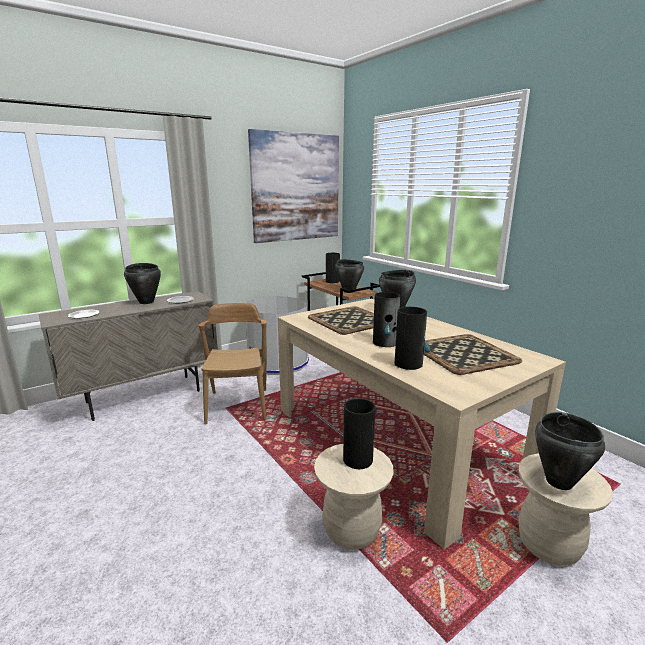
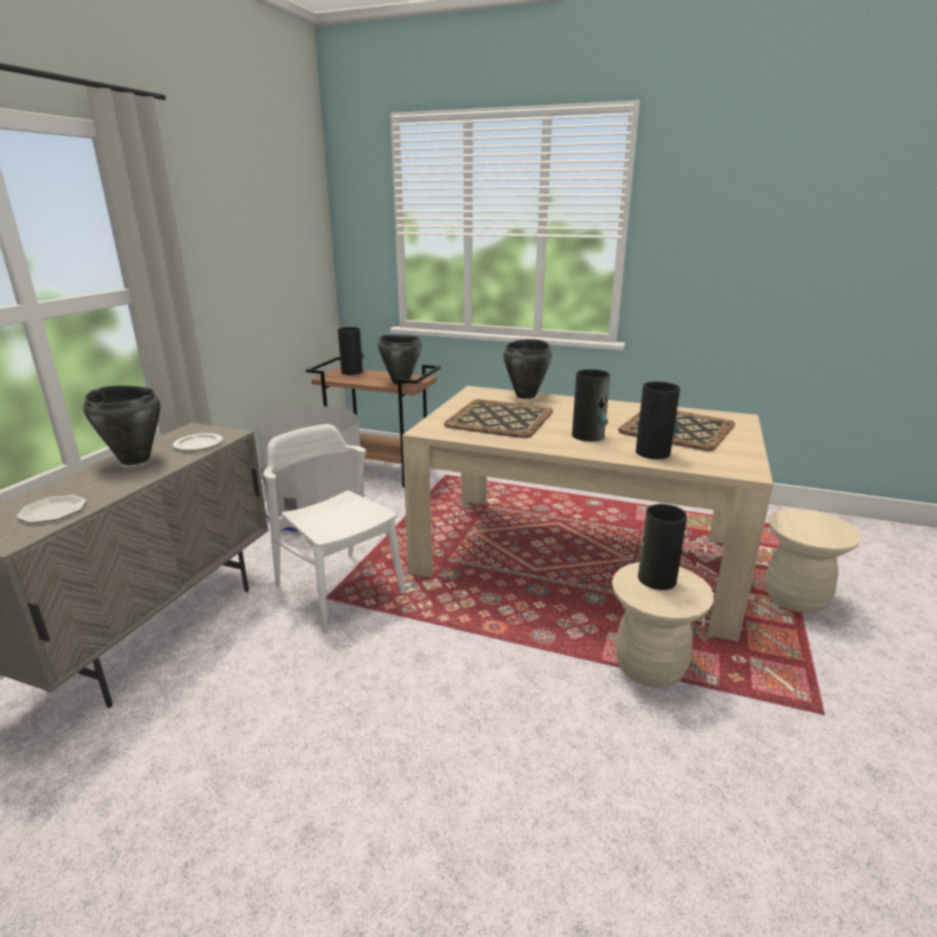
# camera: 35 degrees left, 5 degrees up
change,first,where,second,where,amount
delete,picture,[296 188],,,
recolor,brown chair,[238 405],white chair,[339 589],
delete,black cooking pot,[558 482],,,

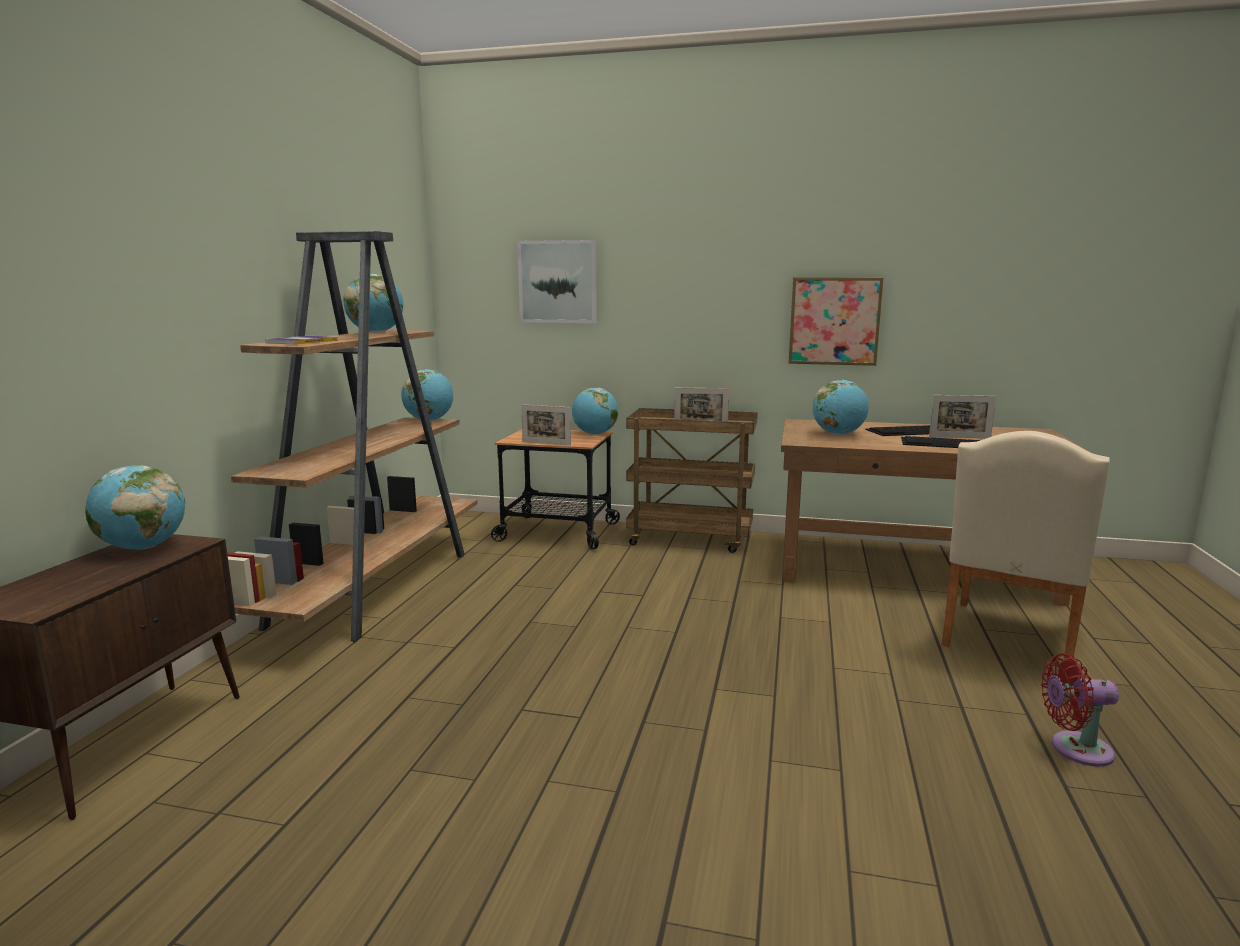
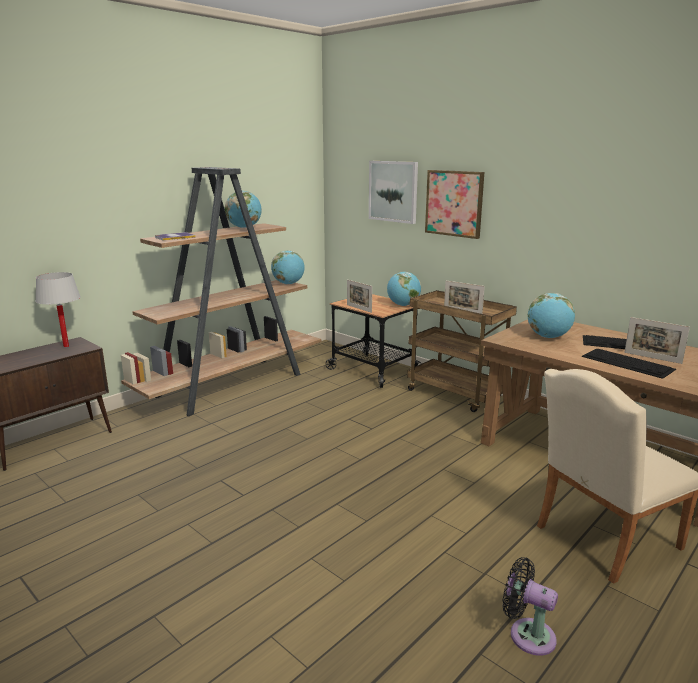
# camera: 30 degrees right, 5 degrees up
change,first,where,second,where,amount
move,picture,[834 321],,[454 203],
replace,globe,[143 547],white table lamp,[66 346],
recolor,red fan,[1075 749],black fan,[527 634],

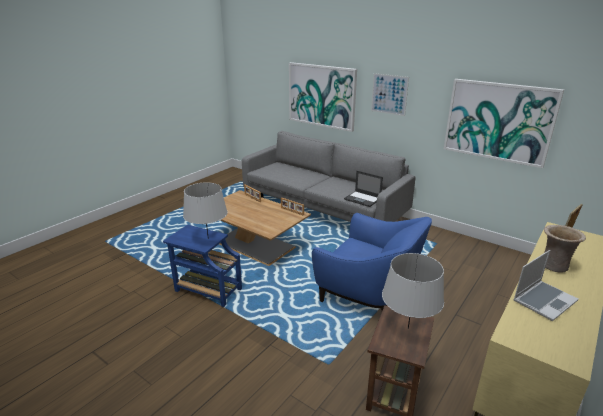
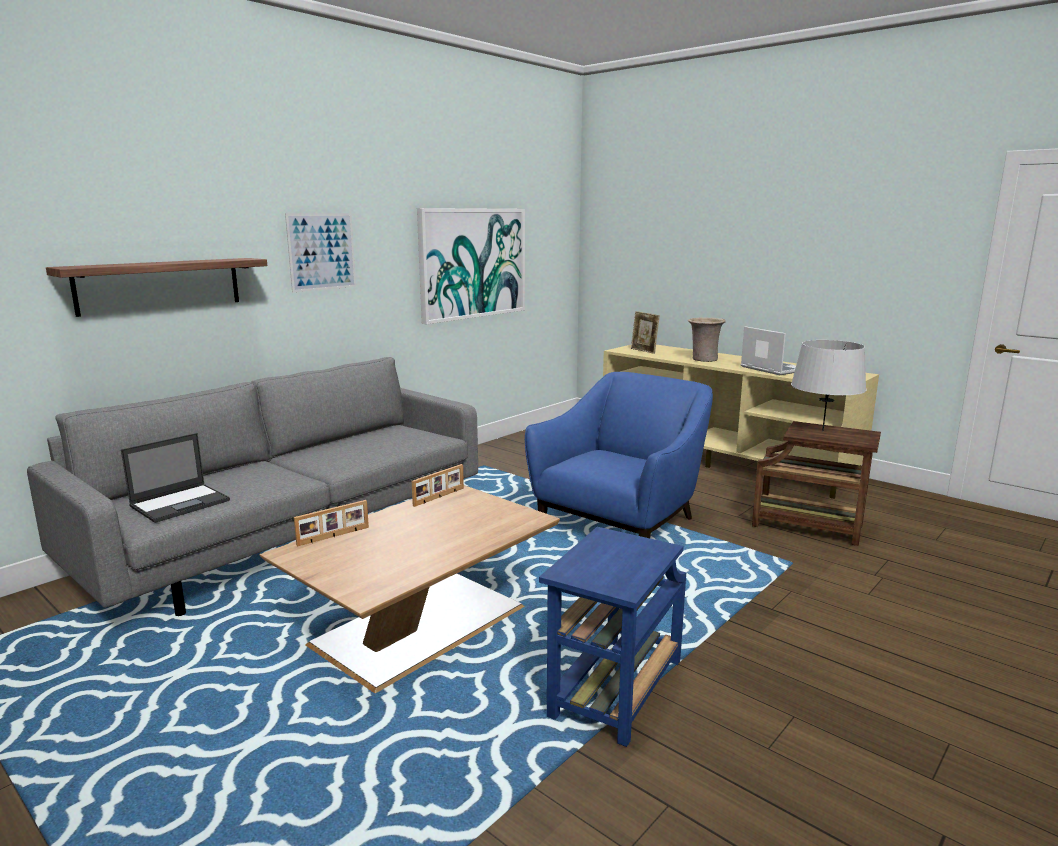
# camera: 85 degrees left, 10 degrees down
change,first,where,second,where,amount
replace,picture,[321 96],shelf,[160 285],
move,laptop,[363 199],,[181 503],
delete,grey table lamp,[208 238],,,

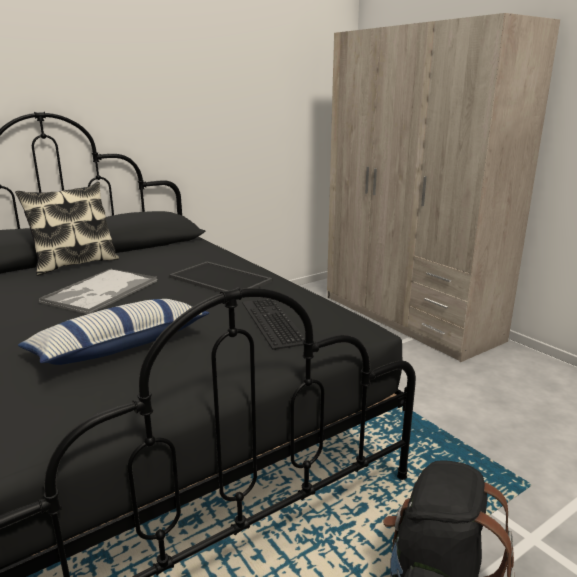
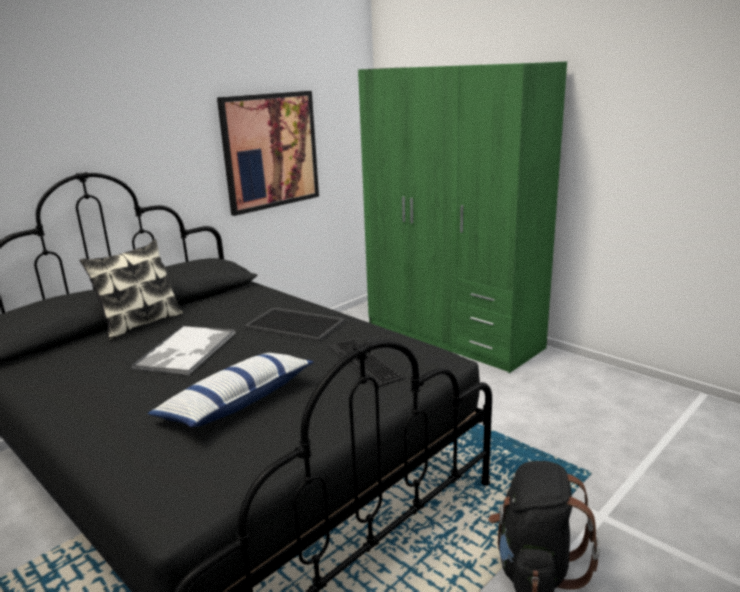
# camera: 10 degrees left, 0 degrees up
change,first,where,second,where,amount
recolor,beige wardrobe,[409 318],green wardrobe,[452 335],
insert,,,picture,[270 151],

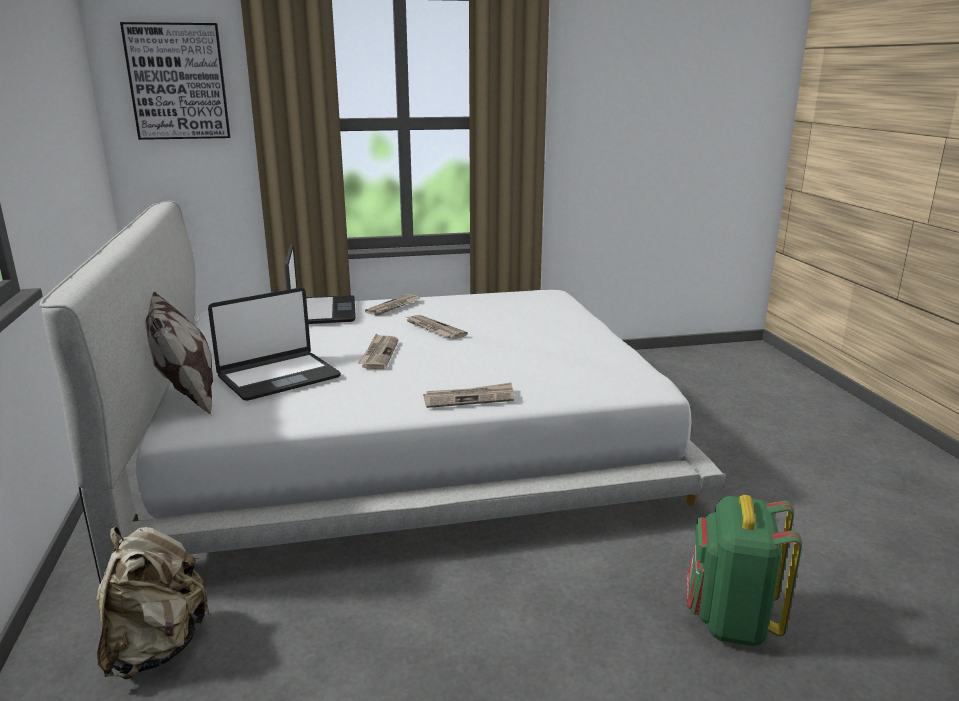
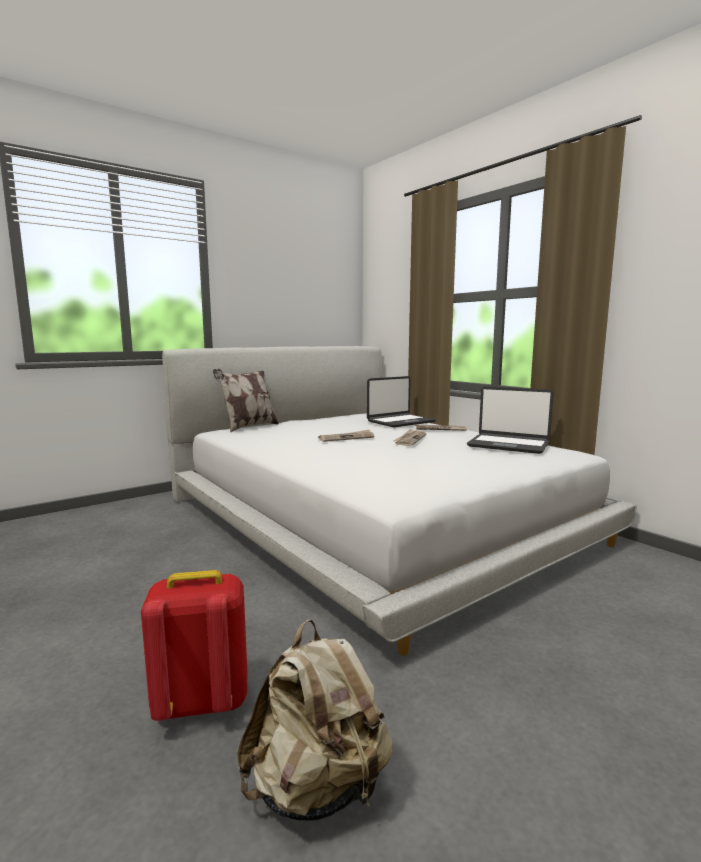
# camera: 65 degrees right, 10 degrees down
change,first,where,second,where,amount
delete,picture,[178 82],,,
move,laptop,[278 377],,[508 445],
delete,newspaper,[469 398],,,
recolor,green backpack,[731 622],red backpack,[200 702],
move,beige backpack,[156 647],,[317 787],

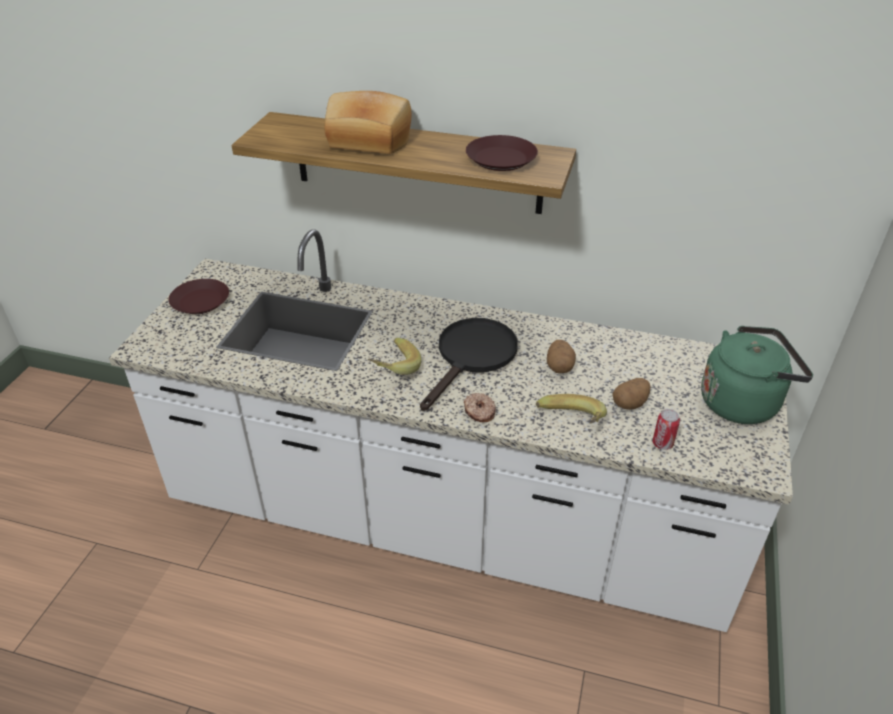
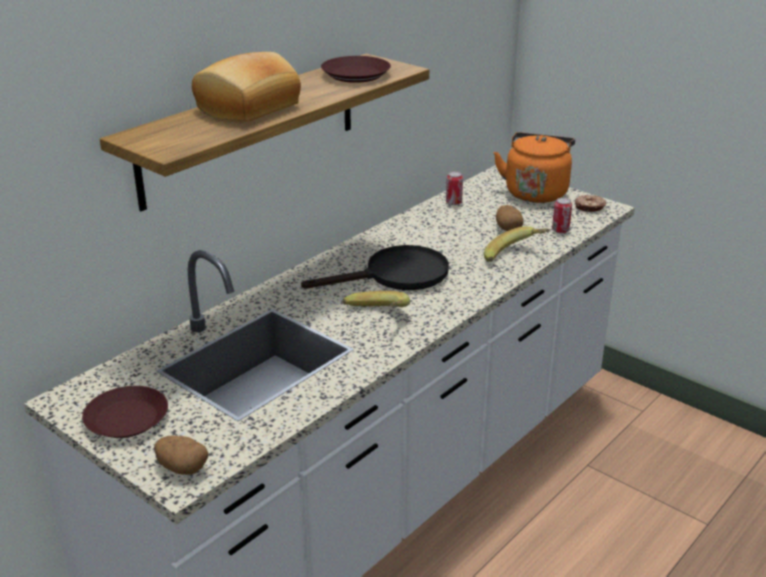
# camera: 65 degrees left, 10 degrees down
change,first,where,second,where,amount
rotate,black frying pan,[472 357],,[396 275],105 degrees clockwise
recolor,green kettle,[743 402],orange kettle,[536 192],
move,potato,[559 366],,[182 468],
move,donut,[479 412],,[589 208],
insert,,,can,[453 202],

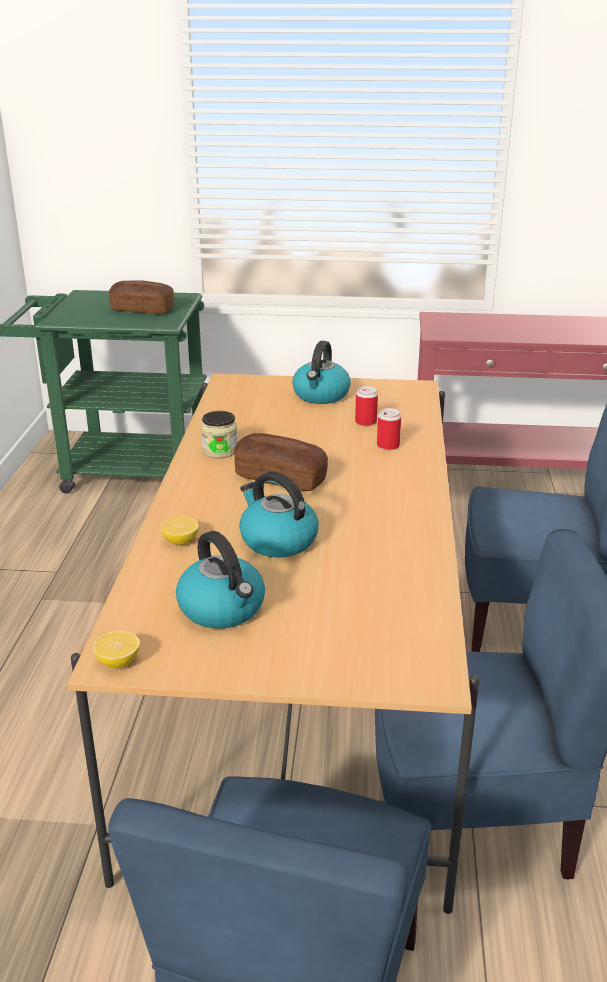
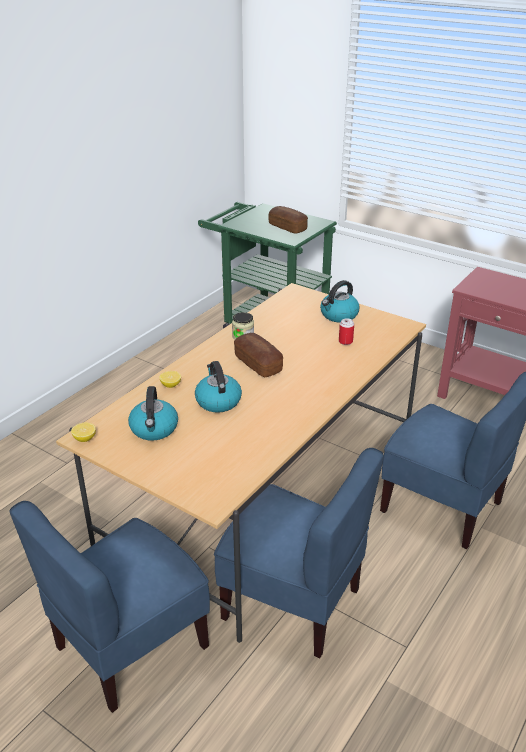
# camera: 30 degrees right, 5 degrees up
change,first,where,second,where,amount
delete,can,[388 446],,,

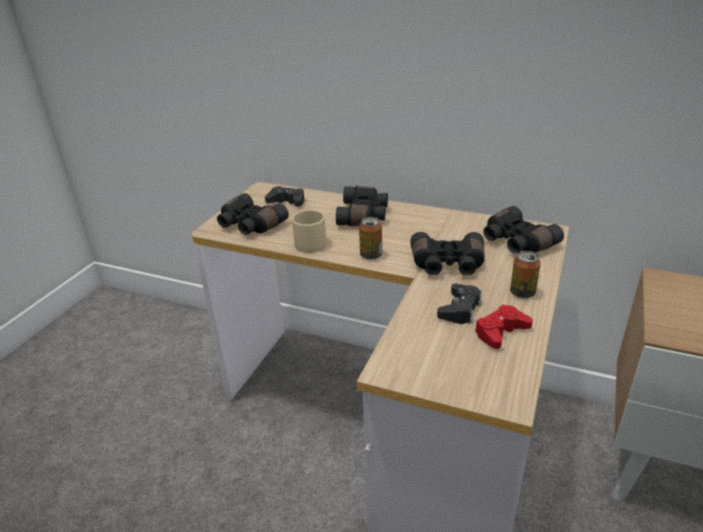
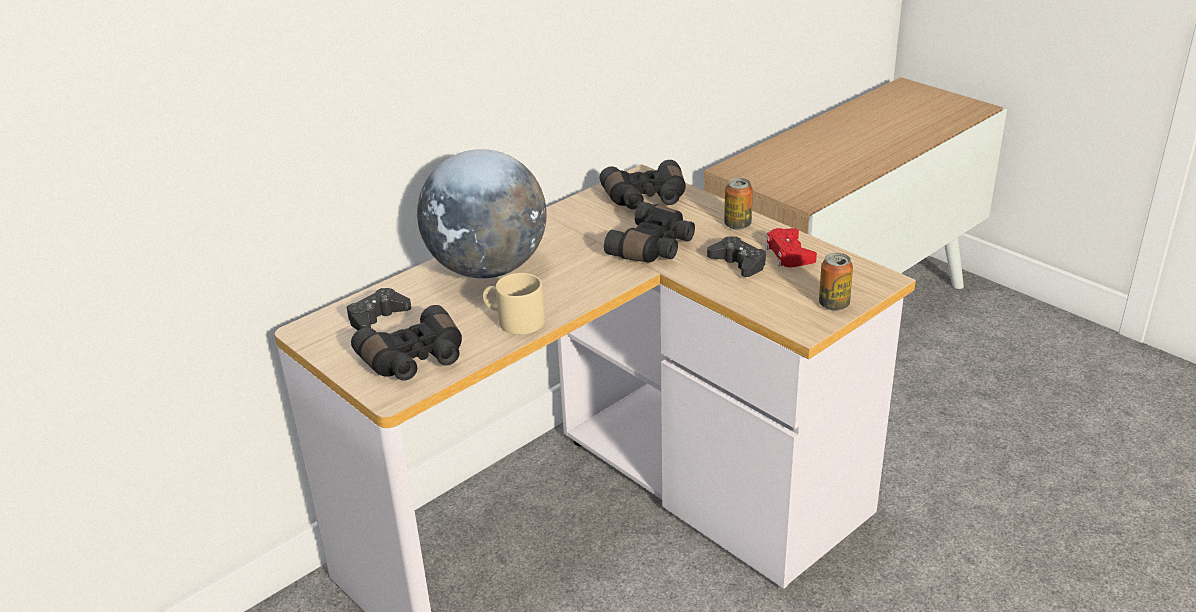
# camera: 65 degrees left, 0 degrees up
change,first,where,second,where,amount
replace,black binoculars,[364 215],globe,[488 269],
move,can,[371 255],,[833 304],

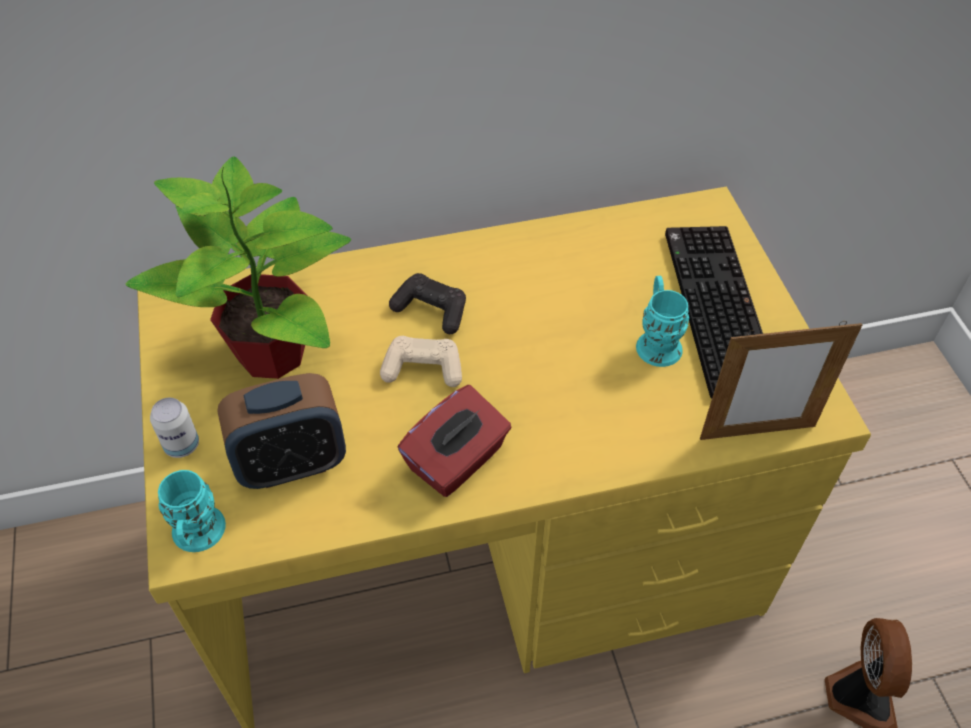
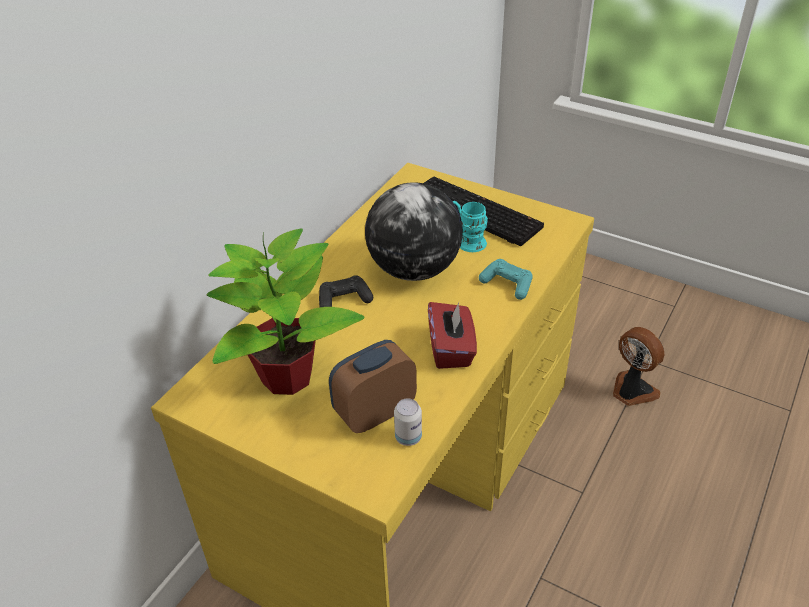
# camera: 45 degrees left, 10 degrees down
change,first,where,second,where,amount
delete,picture frame,[757 432],,,
delete,beige game controller,[423 369],,,
rotate,alarm clock,[292 464],,[374 413],150 degrees counterclockwise
move,can,[182 445],,[408 437],
delete,turquoise mug,[198 537],,,
insert,,,globe,[414 270],
insert,,,turquoise game controller,[507 284],

